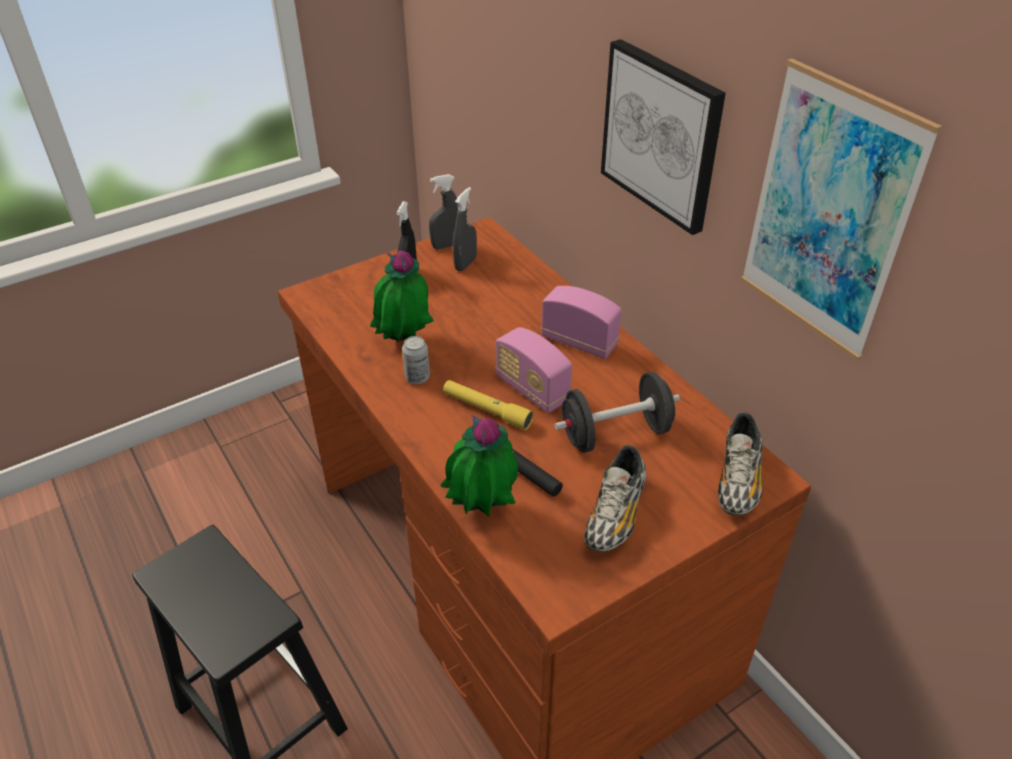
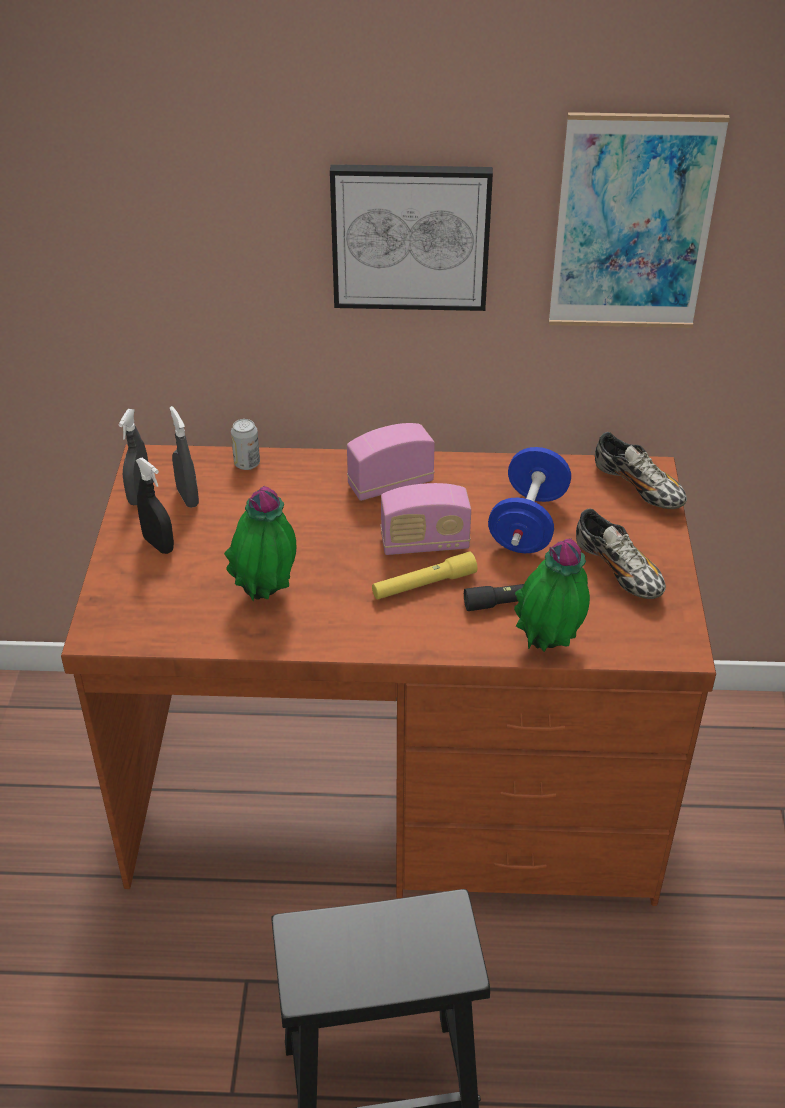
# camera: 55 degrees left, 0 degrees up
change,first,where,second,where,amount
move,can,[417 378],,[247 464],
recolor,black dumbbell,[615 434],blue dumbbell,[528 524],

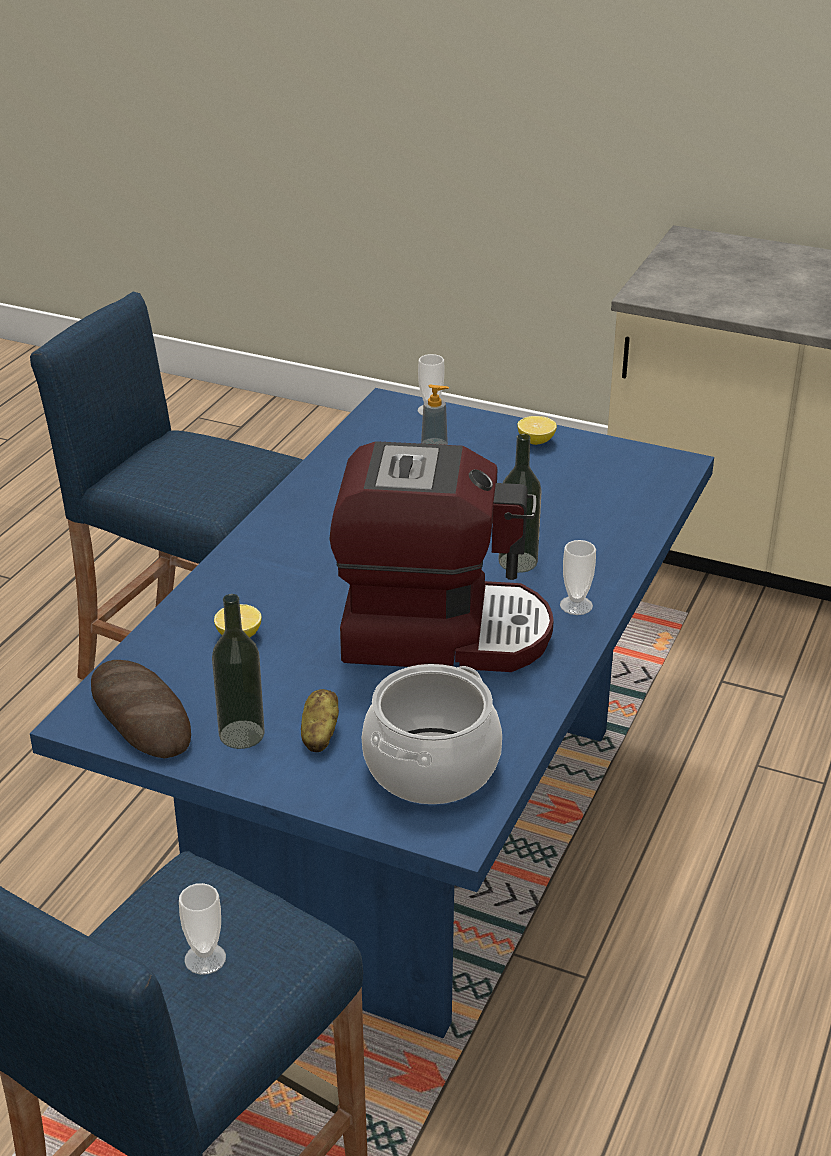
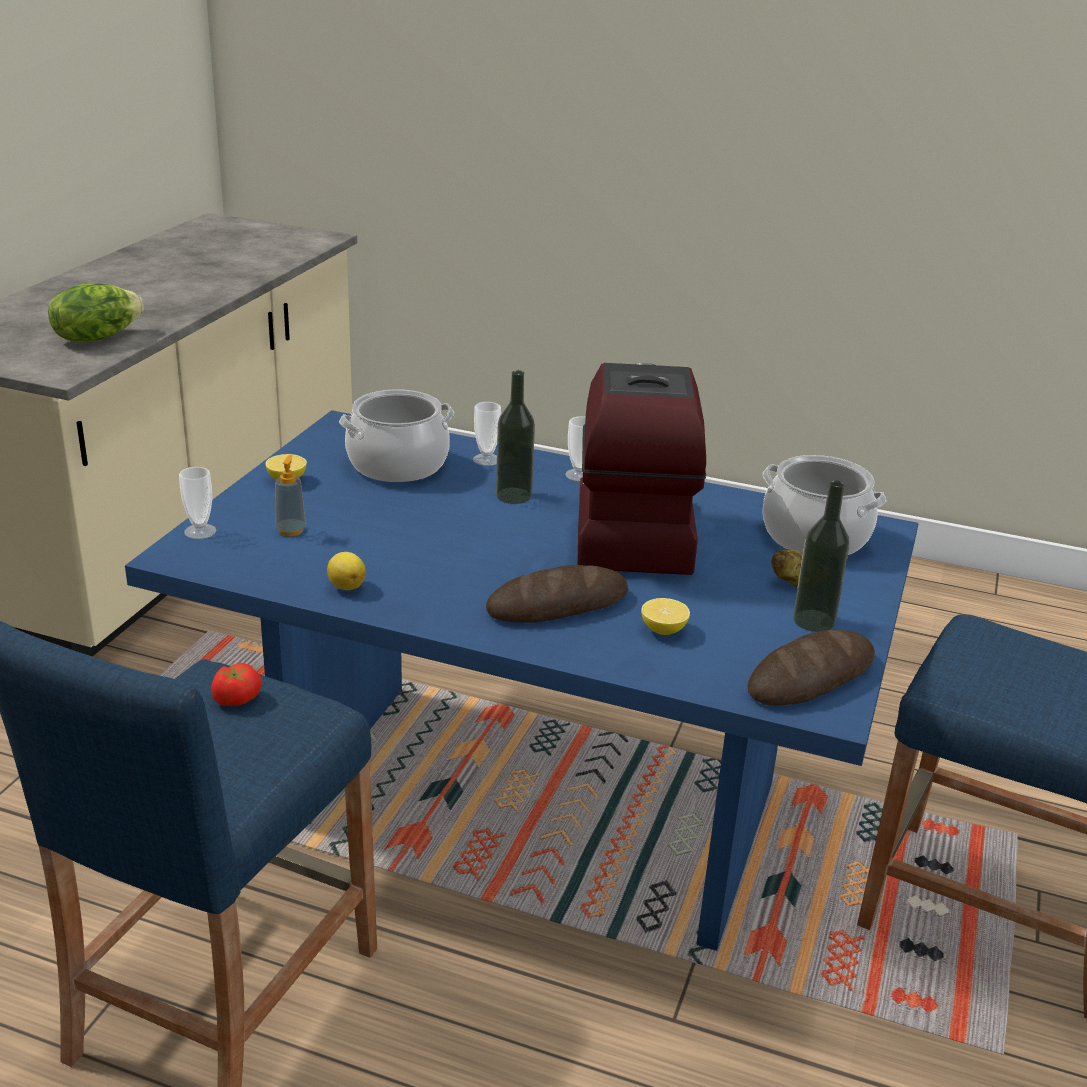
# camera: 95 degrees left, 5 degrees down
change,first,where,second,where,amount
move,cup,[205 958],,[486 459],
insert,,,lettuce,[96 337],
insert,,,cooking pot,[398 465],
insert,,,lemon,[346 586],
insert,,,bread,[557 604],
insert,,,tomato,[236 698],

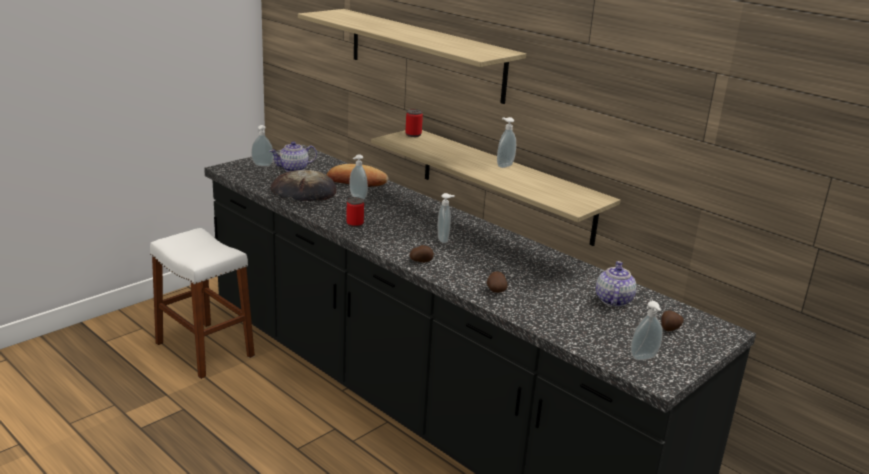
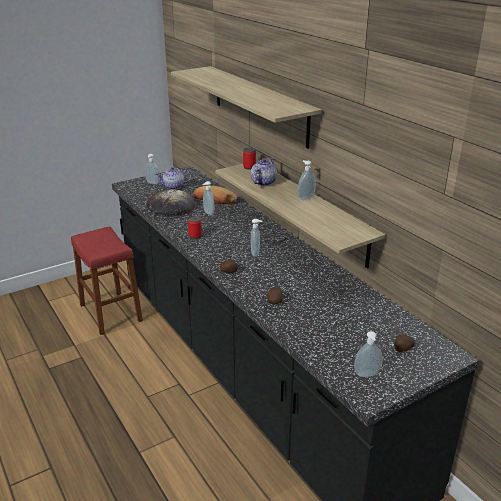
# camera: 15 degrees right, 5 degrees up
change,first,where,second,where,amount
recolor,white stool,[204 349],red stool,[110 312],
move,teapot,[613 300],,[263 182],

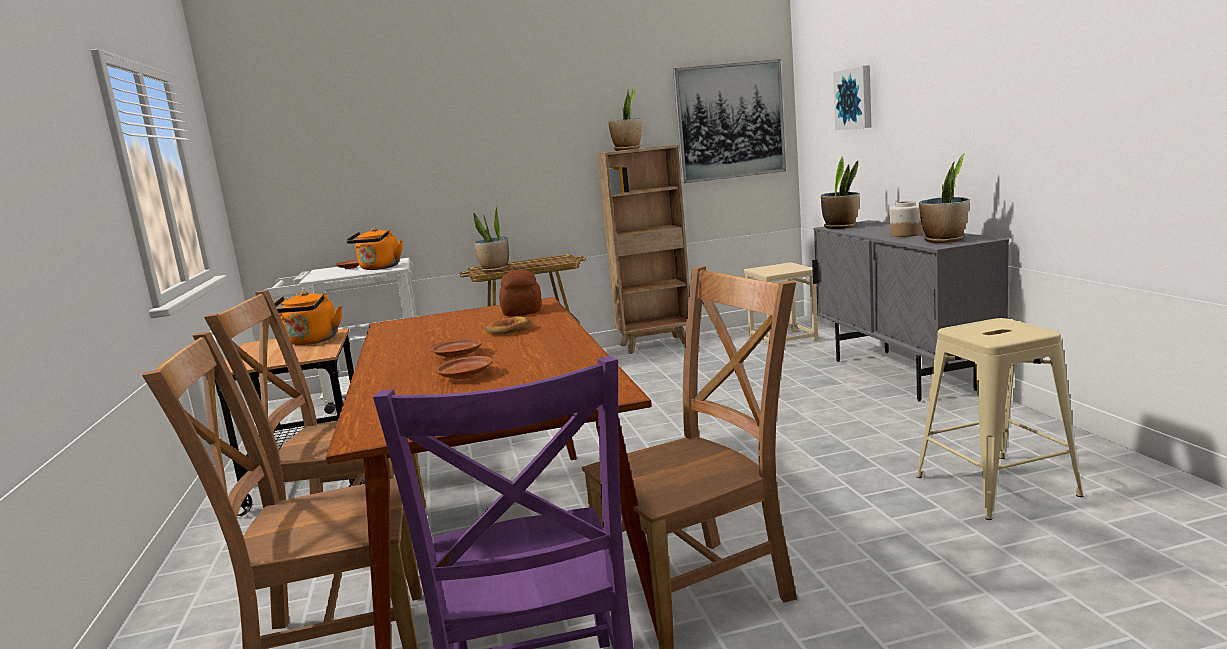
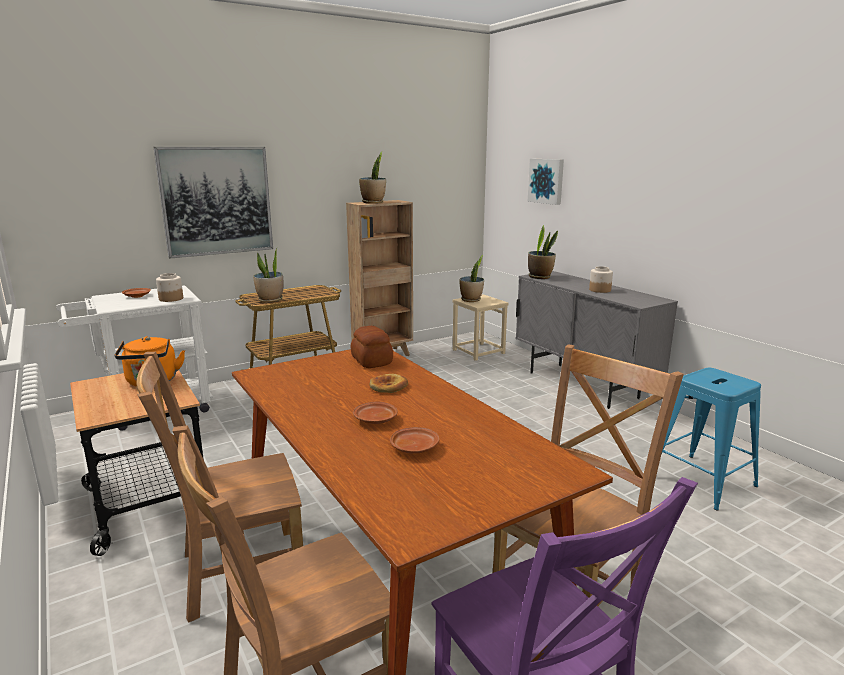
# camera: 20 degrees left, 5 degrees up
change,first,where,second,where,amount
move,picture,[730 121],,[216 201],
move,potted plant,[944 240],,[471 300],
replace,orange kettle,[379 268],jar,[170 299],
recolor,beige stool,[995 486],blue stool,[702 480],

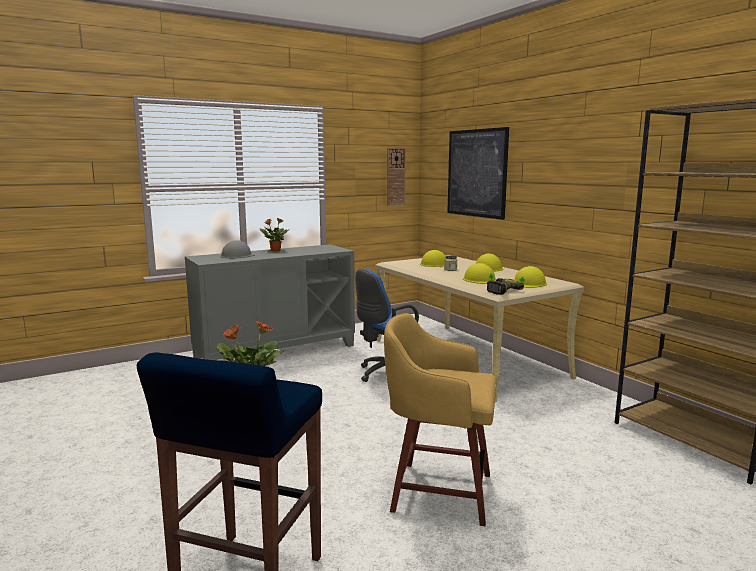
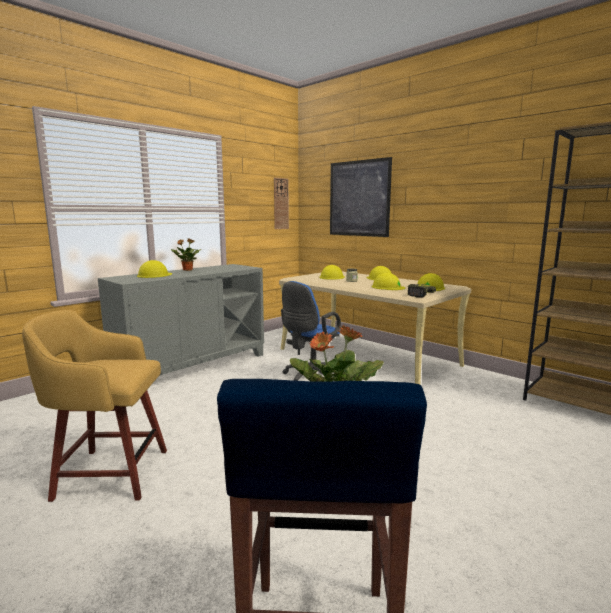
# camera: 15 degrees left, 0 degrees up
change,first,where,second,where,amount
recolor,grey hard hat,[237 255],yellow hard hat,[154 275],
move,yellow stool,[438 491],,[109 473],

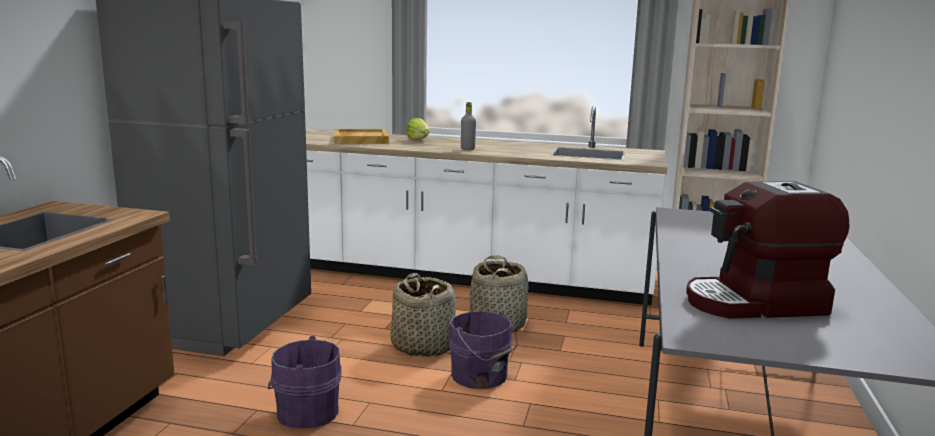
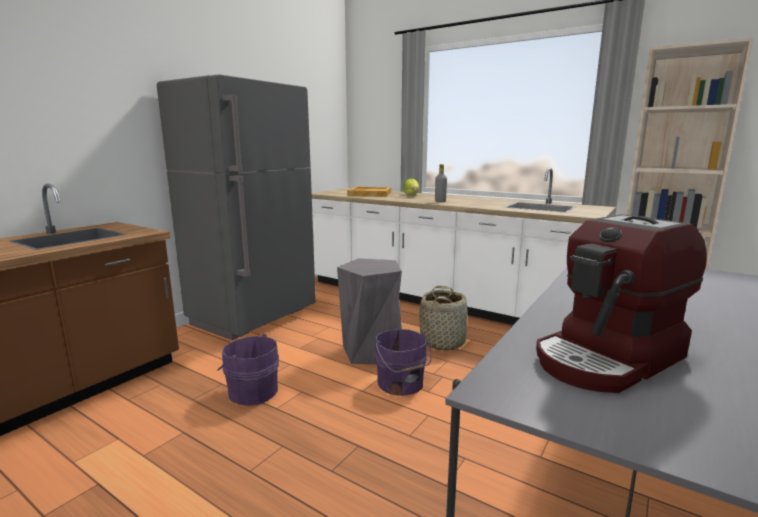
# camera: 20 degrees right, 0 degrees up
change,first,where,second,where,amount
rotate,coffee machine,[755 303],,[609 359],45 degrees counterclockwise
replace,basket,[422 346],grey stool,[372 351],

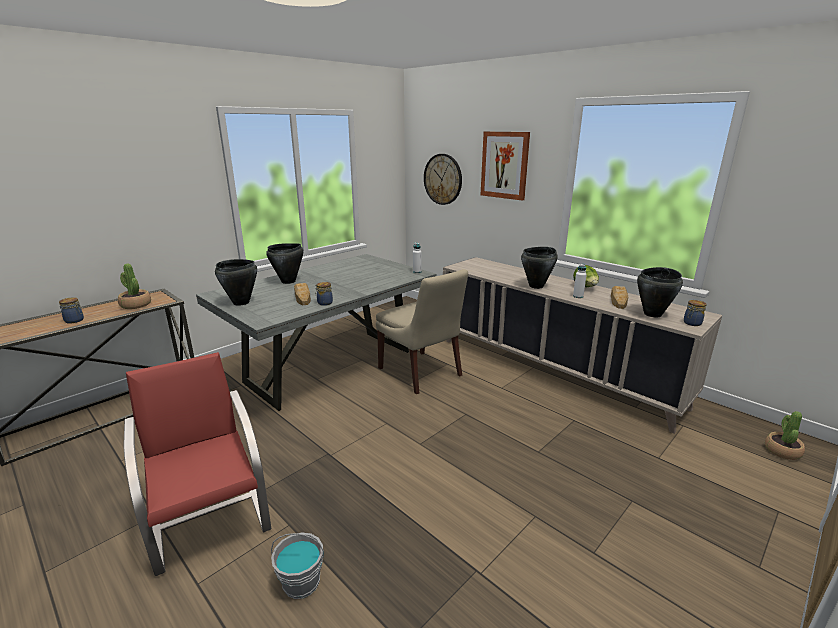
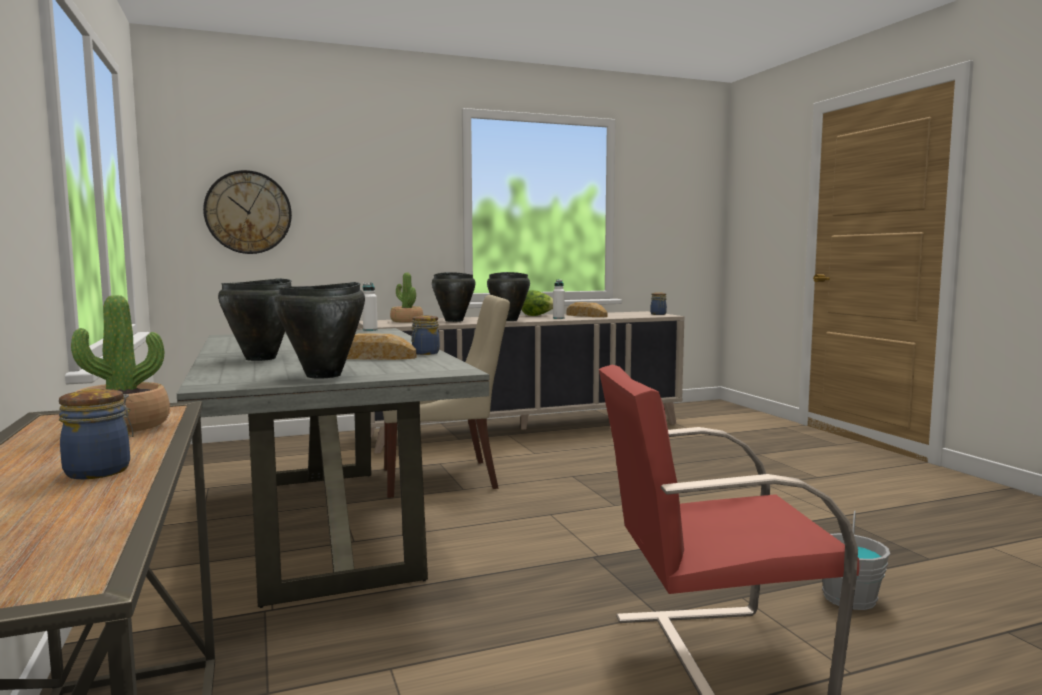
# camera: 65 degrees left, 15 degrees down
change,first,where,second,where,amount
delete,picture,[504 165],,,
move,black cooking pot,[653 314],,[454 321],
move,potted plant,[782 451],,[406 321],

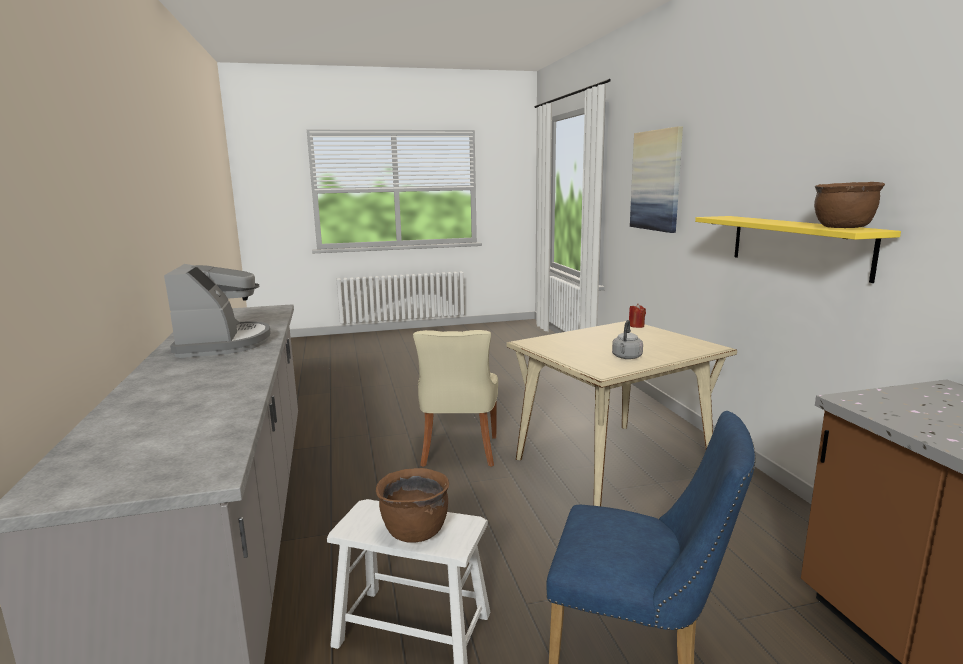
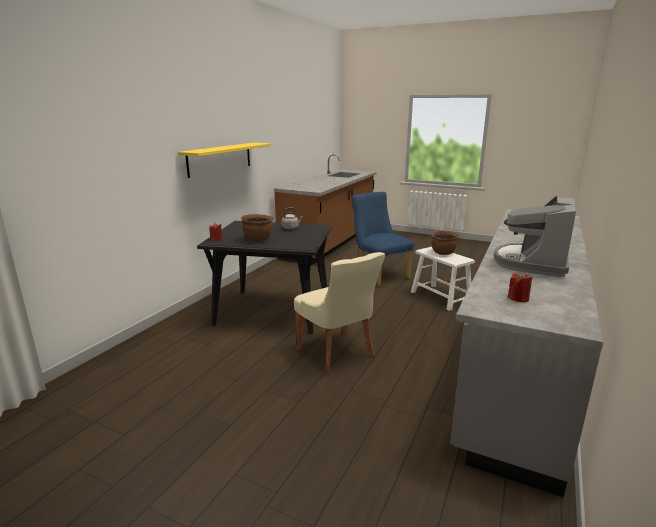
# camera: 140 degrees left, 5 degrees up
change,first,where,second,where,amount
delete,picture,[656 180],,,
move,brown cooking pot,[843 228],,[258 239],
recolor,beige dining table,[612 465],black dining table,[273 311],
rotate,beige chair,[458 452],,[337 353],105 degrees clockwise
insert,,,red candle,[518 298],

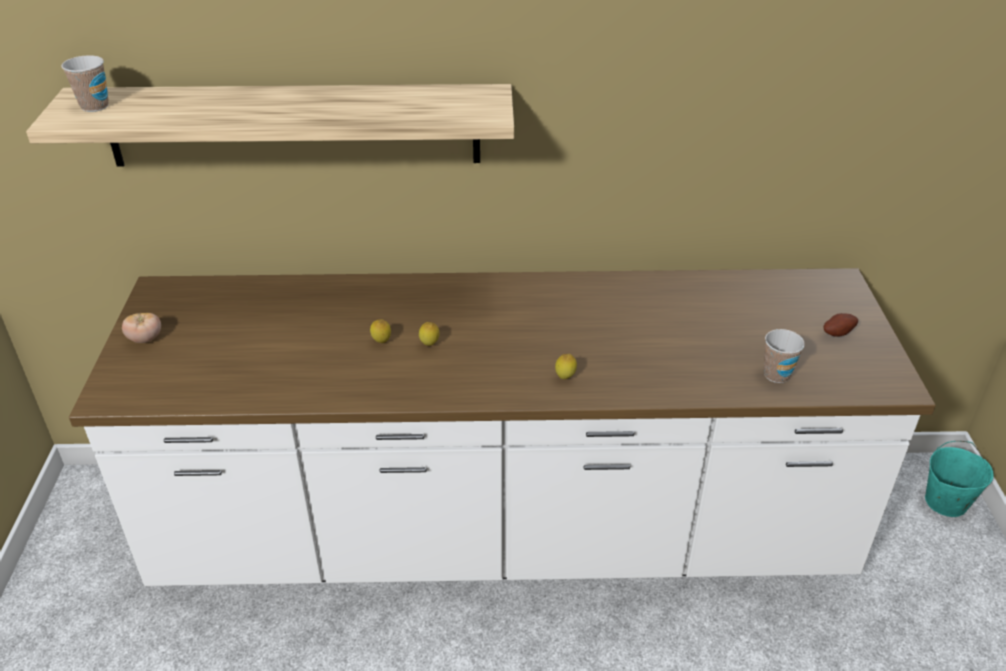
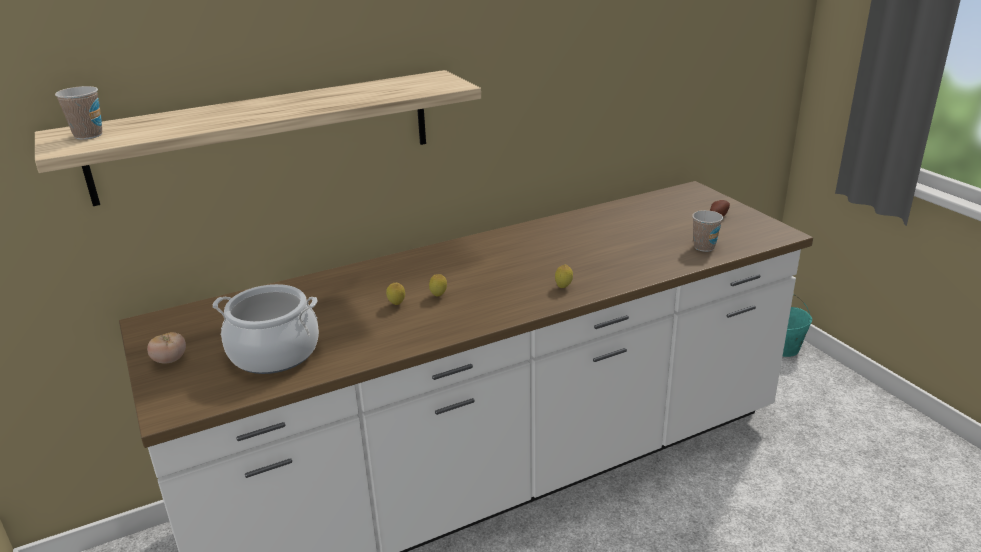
# camera: 25 degrees left, 10 degrees down
change,first,where,second,where,amount
insert,,,cooking pot,[274 353],

